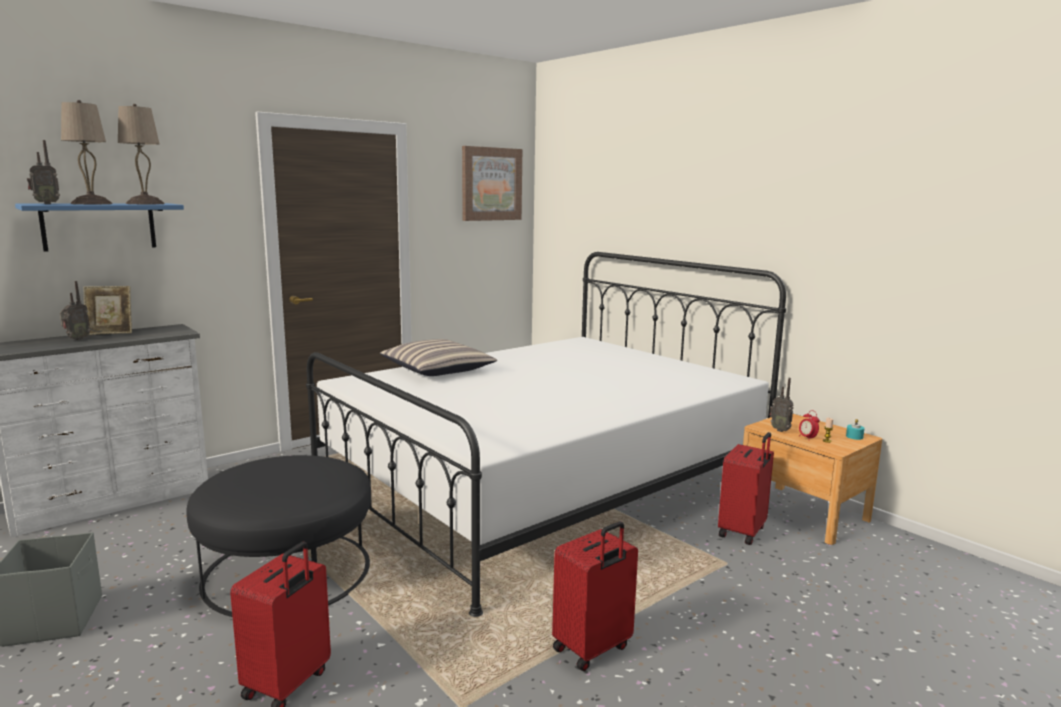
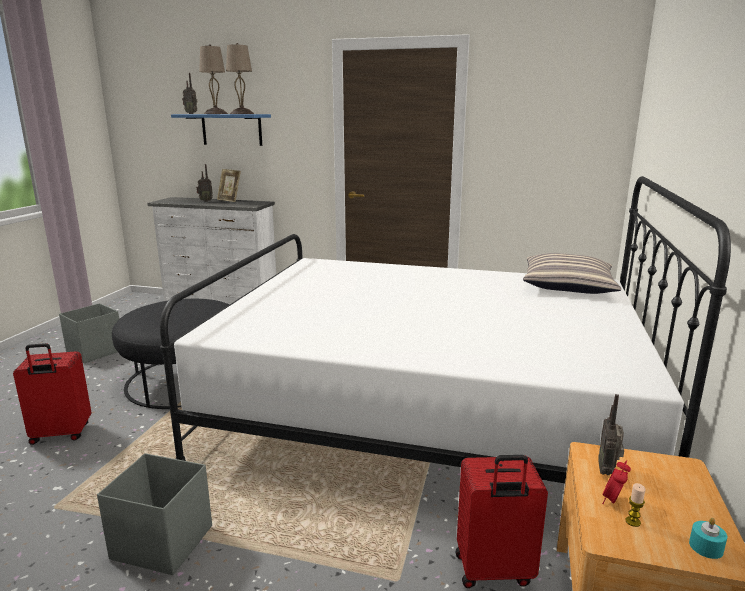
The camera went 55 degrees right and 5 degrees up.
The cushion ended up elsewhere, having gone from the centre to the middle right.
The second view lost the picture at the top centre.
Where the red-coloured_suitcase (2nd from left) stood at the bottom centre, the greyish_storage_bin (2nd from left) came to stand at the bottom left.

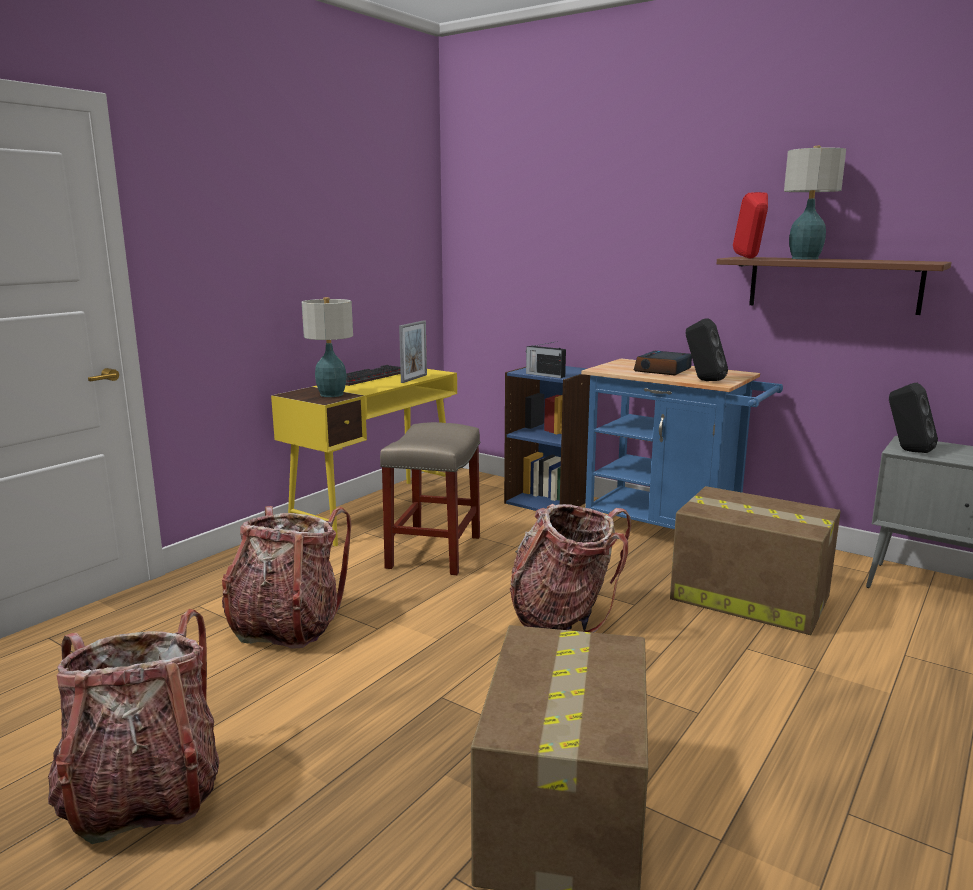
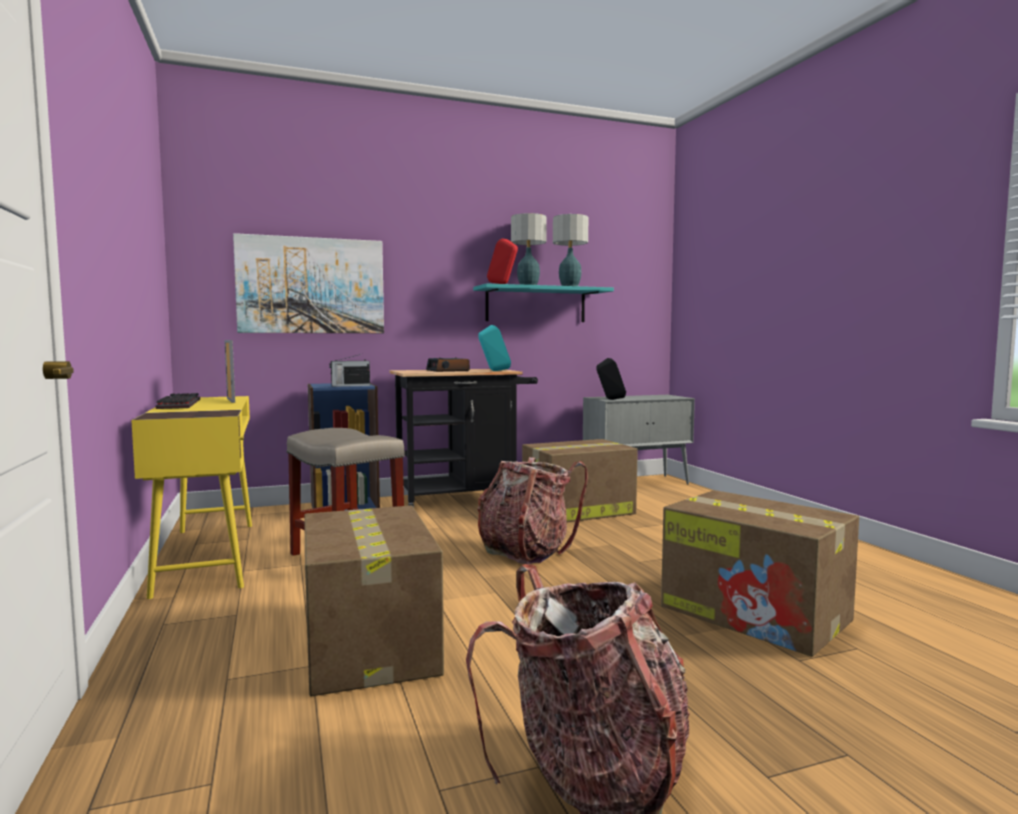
The camera went 55 degrees left and 10 degrees down.
Where the knapsack (2nd from left) stood at the middle left, the carton (1st from left) came to stand at the bottom centre.
The table_lamp (1st from left in the first image) ended up elsewhere, having gone from the centre to the top centre.
What was the blue-coloured_wheeled_cart at the middle right turned into the blackish_wheeled_cart at the centre.
What was the blackish_loudspeaker (1st from left) at the middle right turned into the blue-green_loudspeaker at the centre.
What was the brownish_shelf at the top right turned into the blue-green_shelf at the centre.
The second view gained the picture at the middle left.

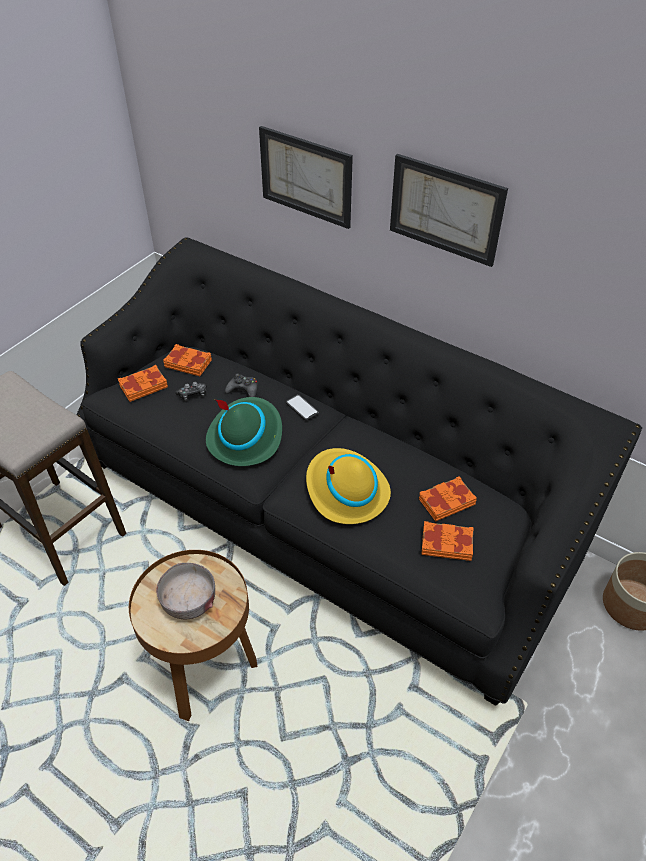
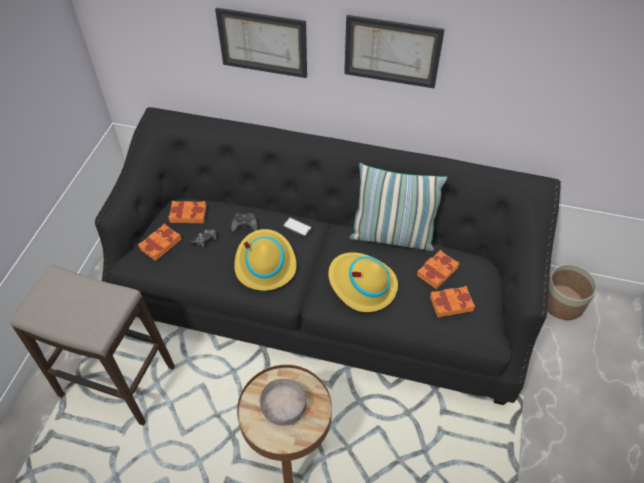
The camera went 20 degrees left and 5 degrees up.
What was the green_wearable_hat at the centre turned into the yellow-coloured_wearable_hat (1st from left) at the centre.
The second view gained the cushion at the centre.

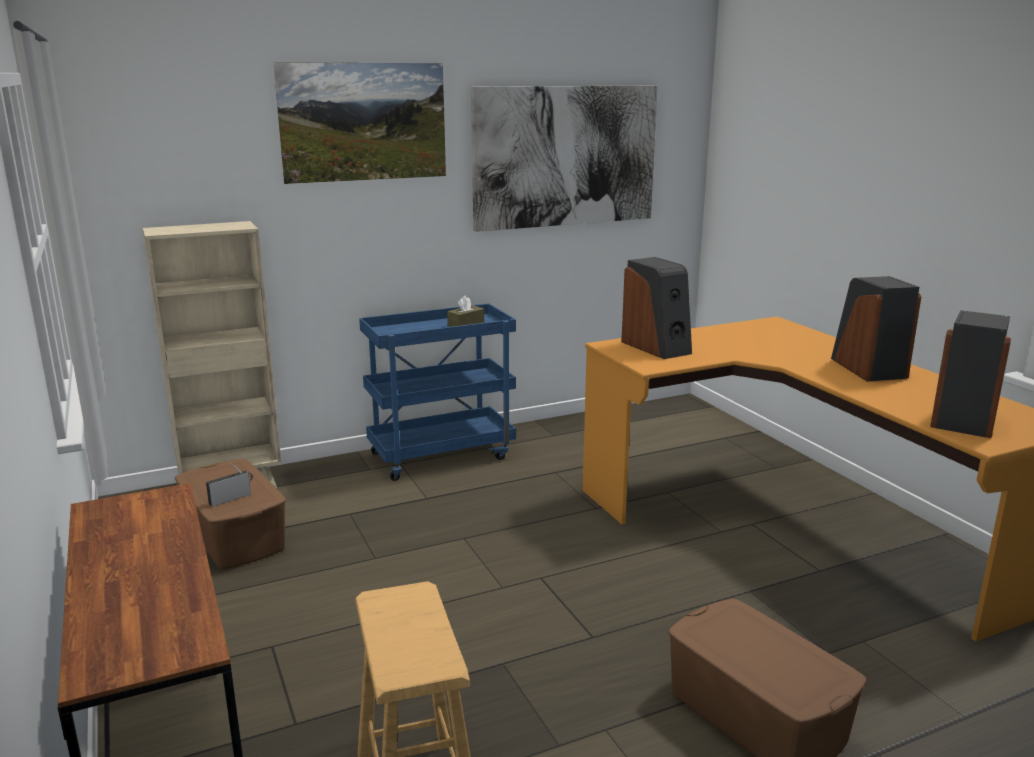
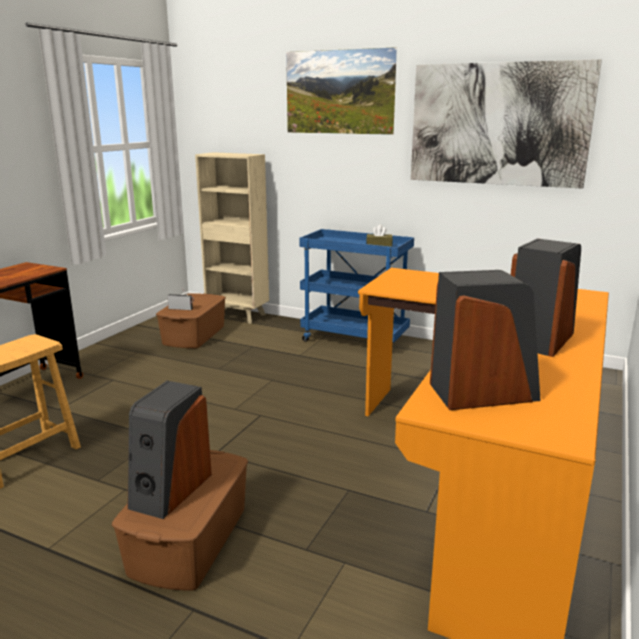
The camera went 50 degrees right and 0 degrees up.
The loudspeaker (1st from left) ended up elsewhere, having gone from the centre to the bottom left.

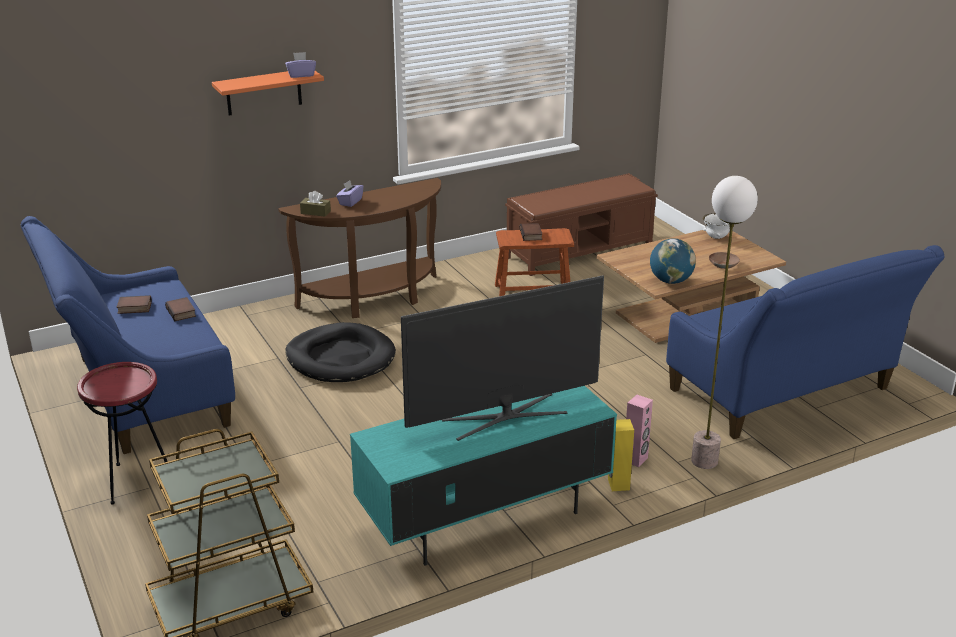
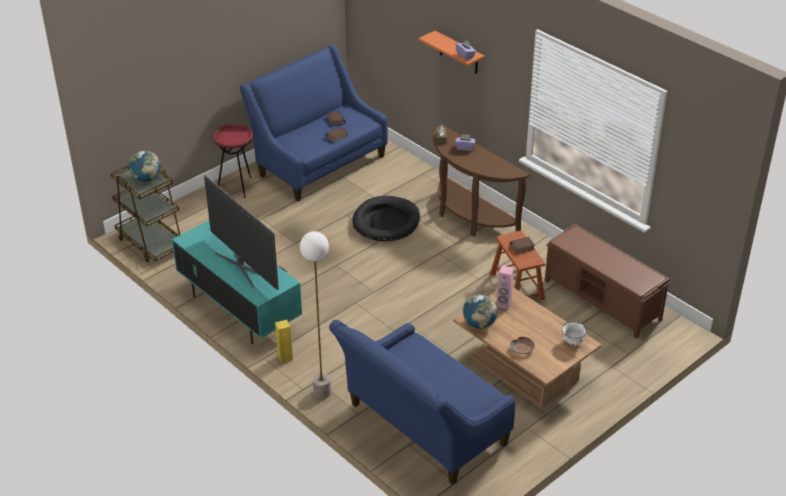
The camera went 75 degrees right and 10 degrees up.
The pink_loudspeaker ended up elsewhere, having gone from the bottom right to the centre.
The second view gained the world_globe (1st from left) at the middle left.

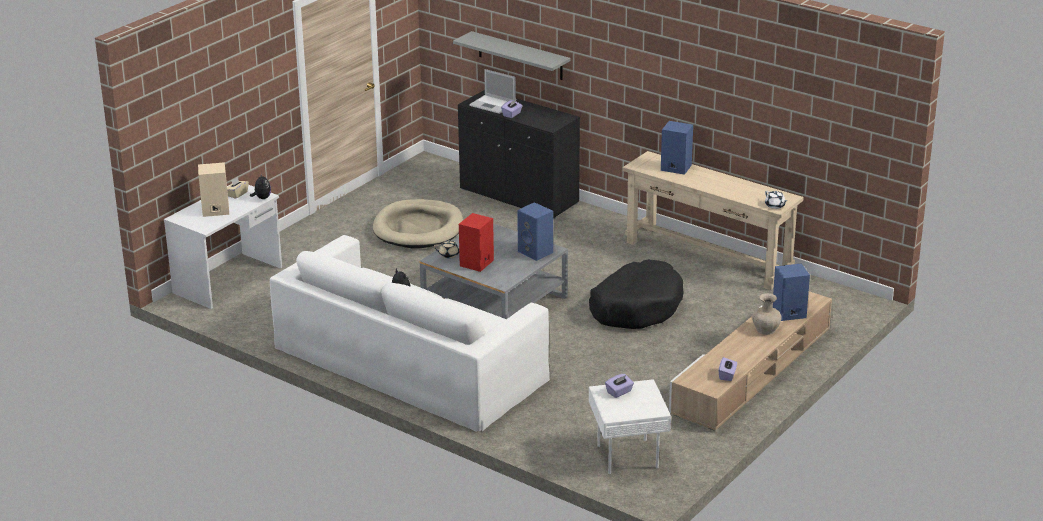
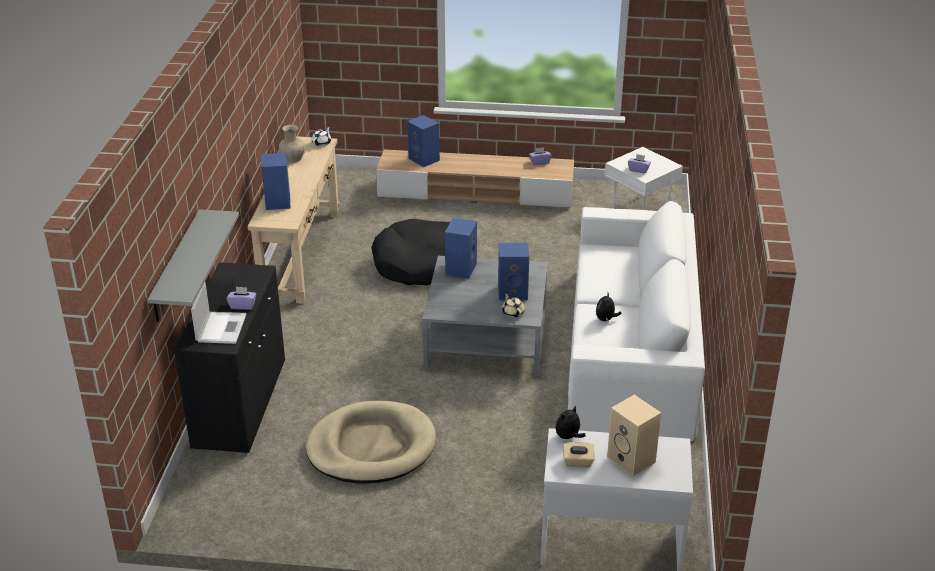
The camera went 120 degrees left and 5 degrees up.
What was the red-coloured_loudspeaker at the centre turned into the blue-coloured_loudspeaker (4th from left) at the centre.
The beige_flower_vase ended up elsewhere, having gone from the middle right to the top left.

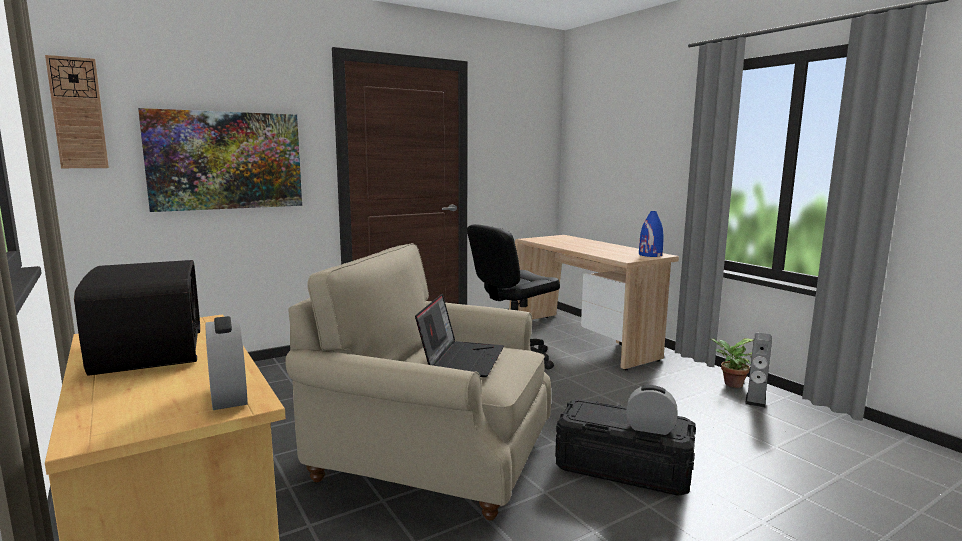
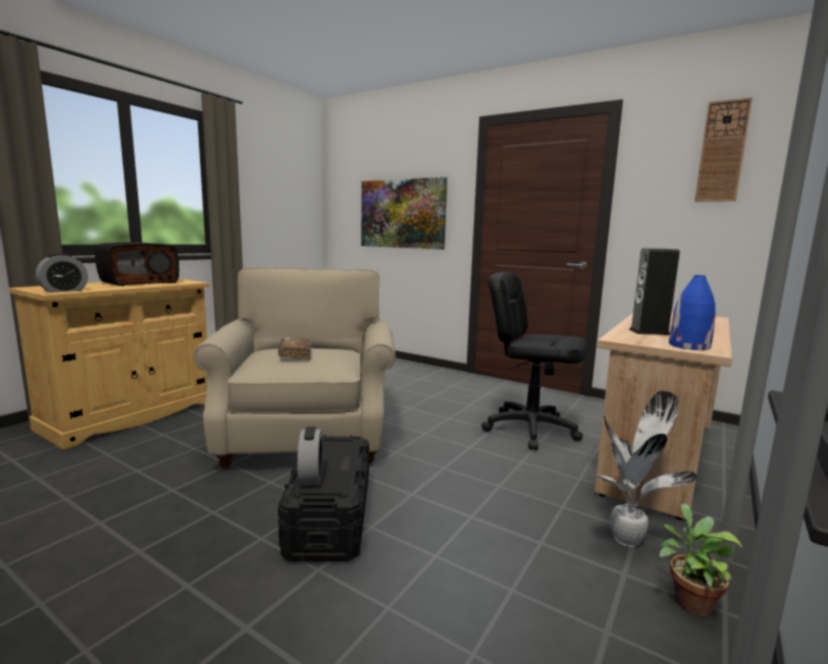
The camera went 65 degrees right and 0 degrees up.
The clock_on_the_wall ended up elsewhere, having gone from the top left to the top right.
Where the notebook_computer stood at the centre, the brownish_book came to stand at the centre.
The loudspeaker ended up elsewhere, having gone from the bottom right to the middle right.
The second view gained the houseplant (1st from left) at the bottom right.

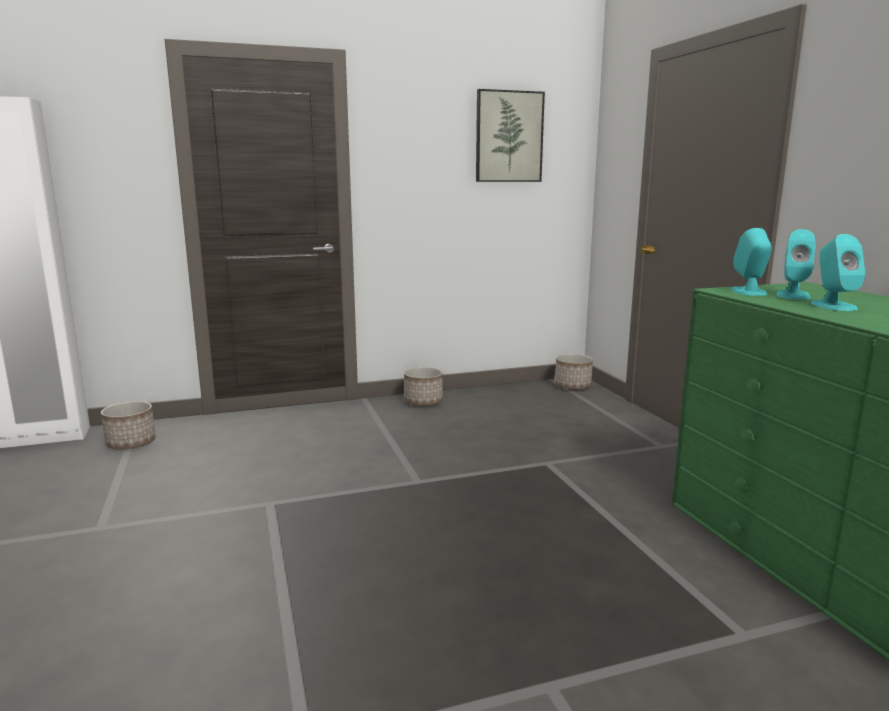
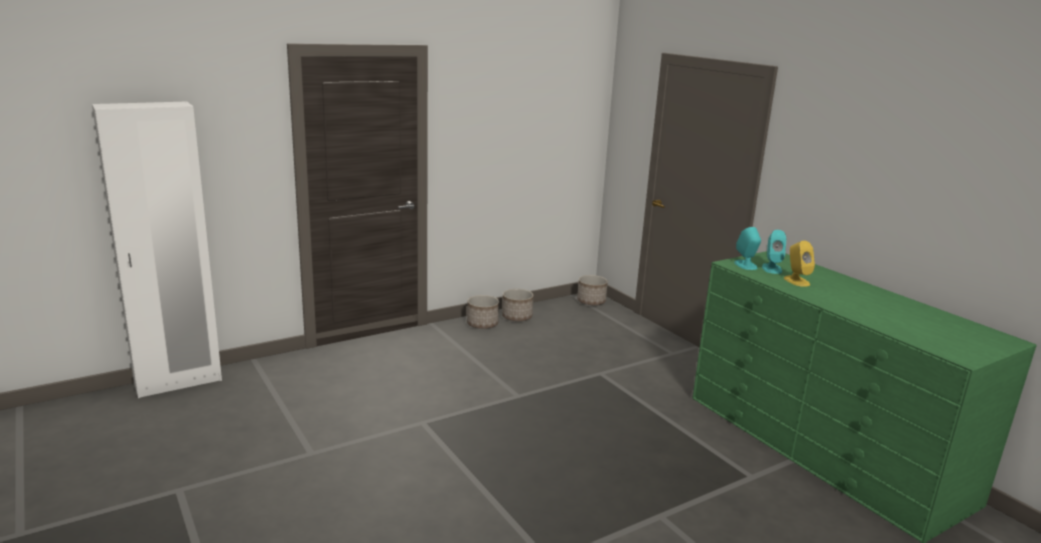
The camera went 15 degrees left and 5 degrees up.
The planter (1st from left in the first image) ended up elsewhere, having gone from the middle left to the centre.
The second view lost the picture at the top centre.
What was the blue-green_loudspeaker (3rd from left) at the middle right turned into the yellow-coloured_loudspeaker at the middle right.

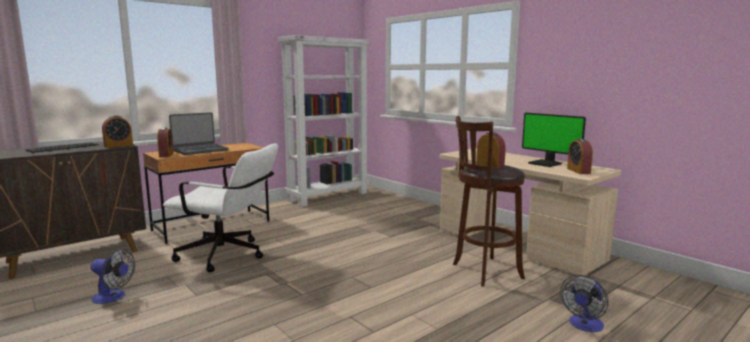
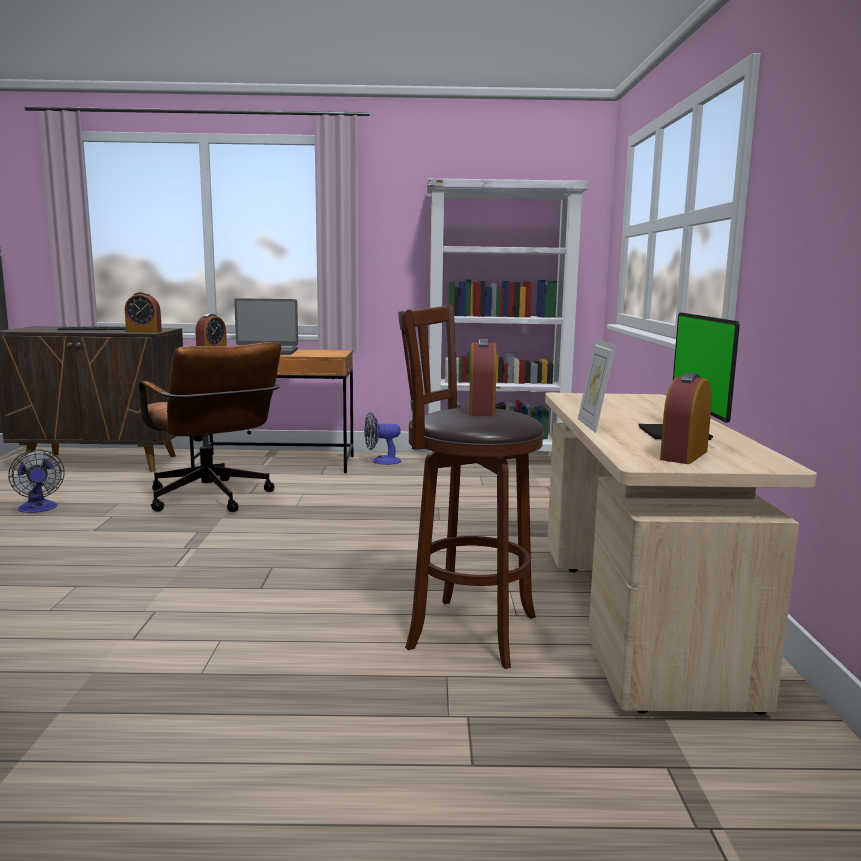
The camera went 40 degrees right and 0 degrees up.
What was the white-coloured_computer_chair at the middle left turned into the brownish_computer_chair at the middle left.
The fan (2nd from left) ended up elsewhere, having gone from the bottom right to the centre.
The second view gained the photo_frame at the middle right.

